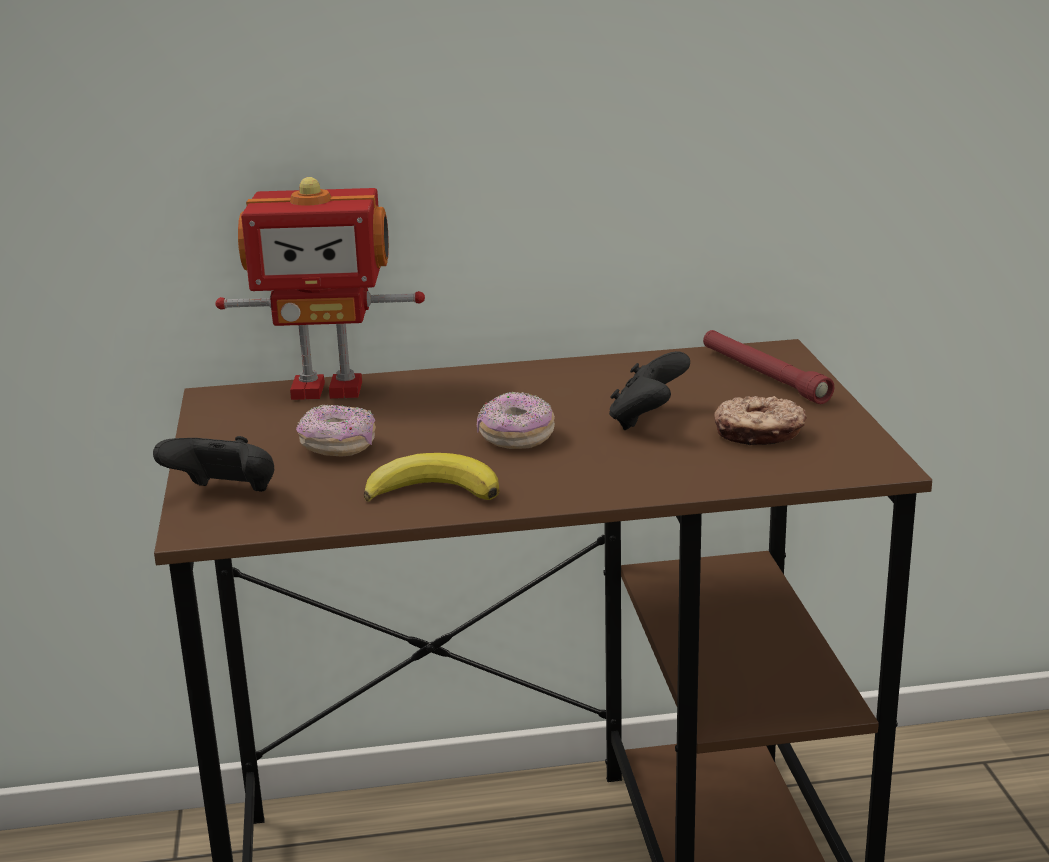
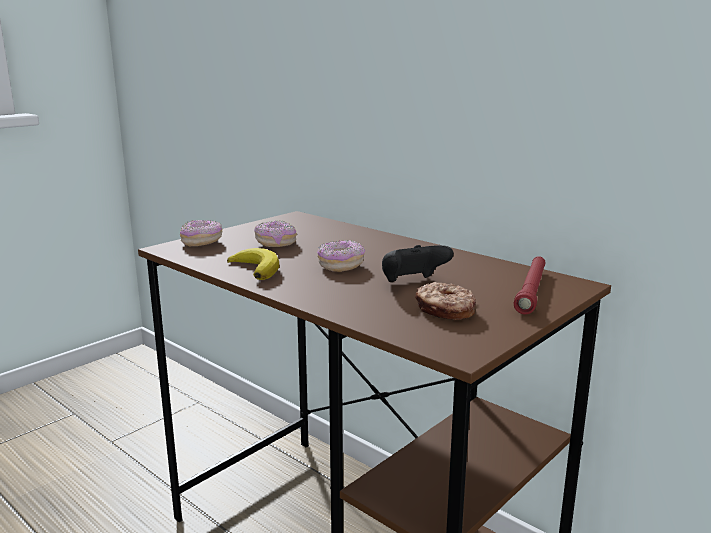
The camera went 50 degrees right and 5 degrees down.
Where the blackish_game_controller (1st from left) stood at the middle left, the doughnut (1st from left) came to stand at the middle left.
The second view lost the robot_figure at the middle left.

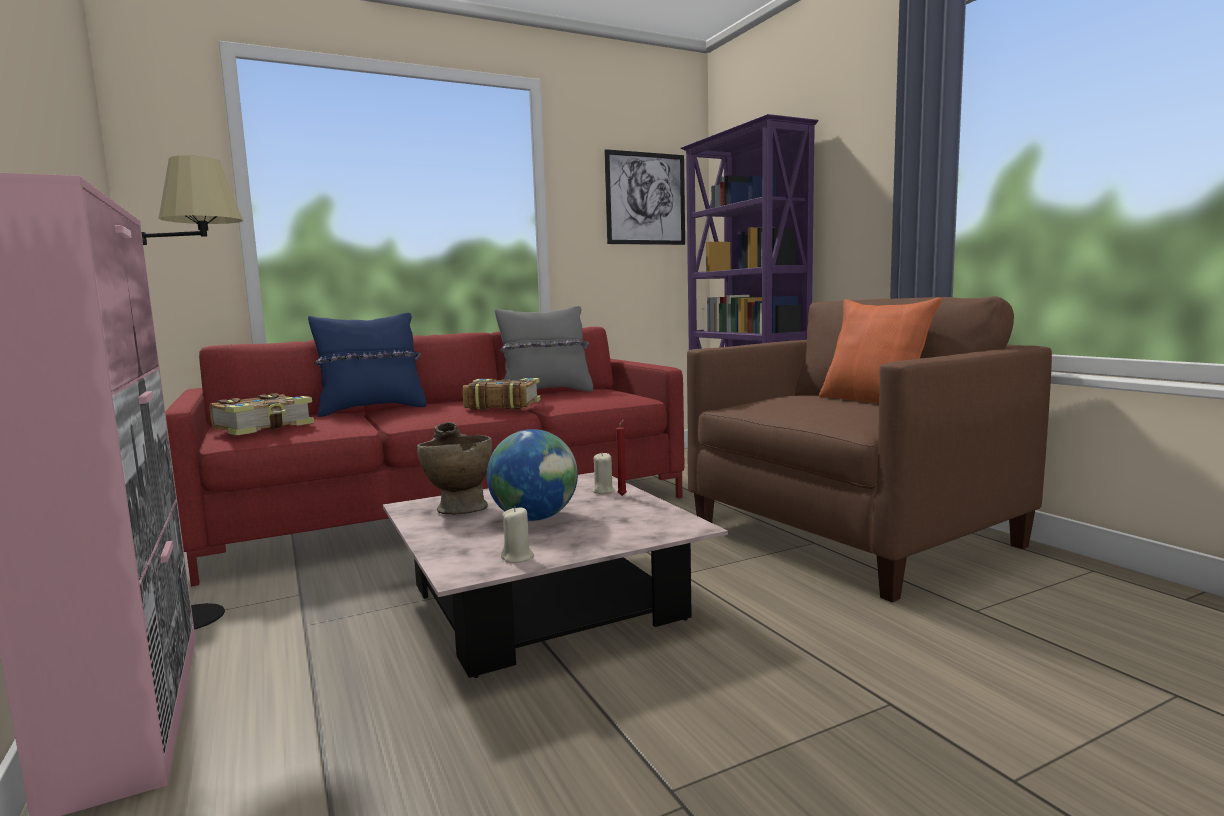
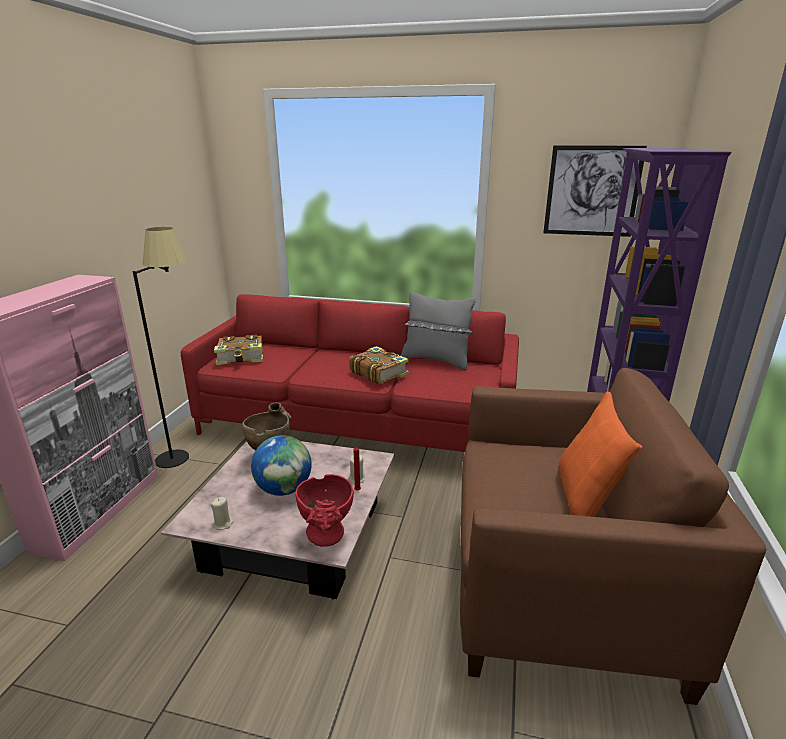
The camera went 40 degrees right and 15 degrees up.
The second view lost the blue-coloured_cushion at the middle left.
The second view gained the red-coloured_flower_vase at the bottom centre.

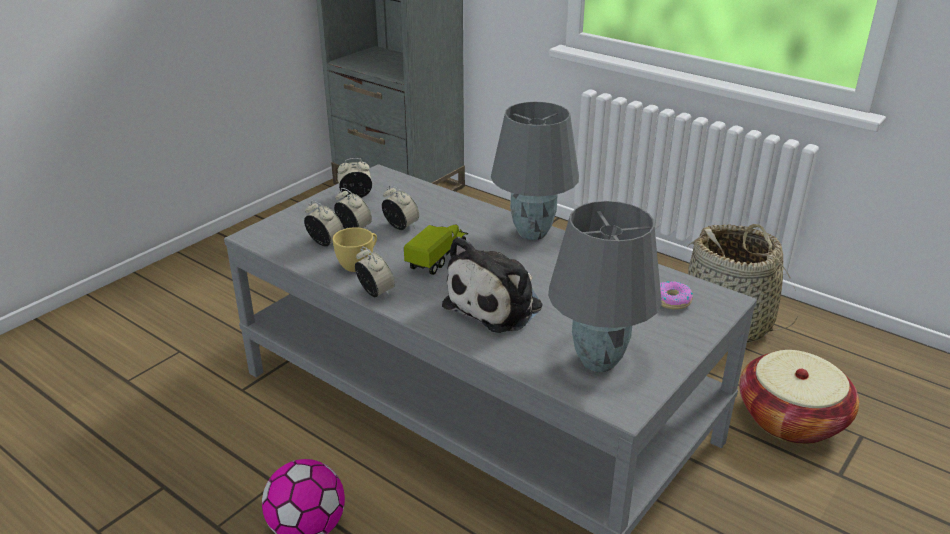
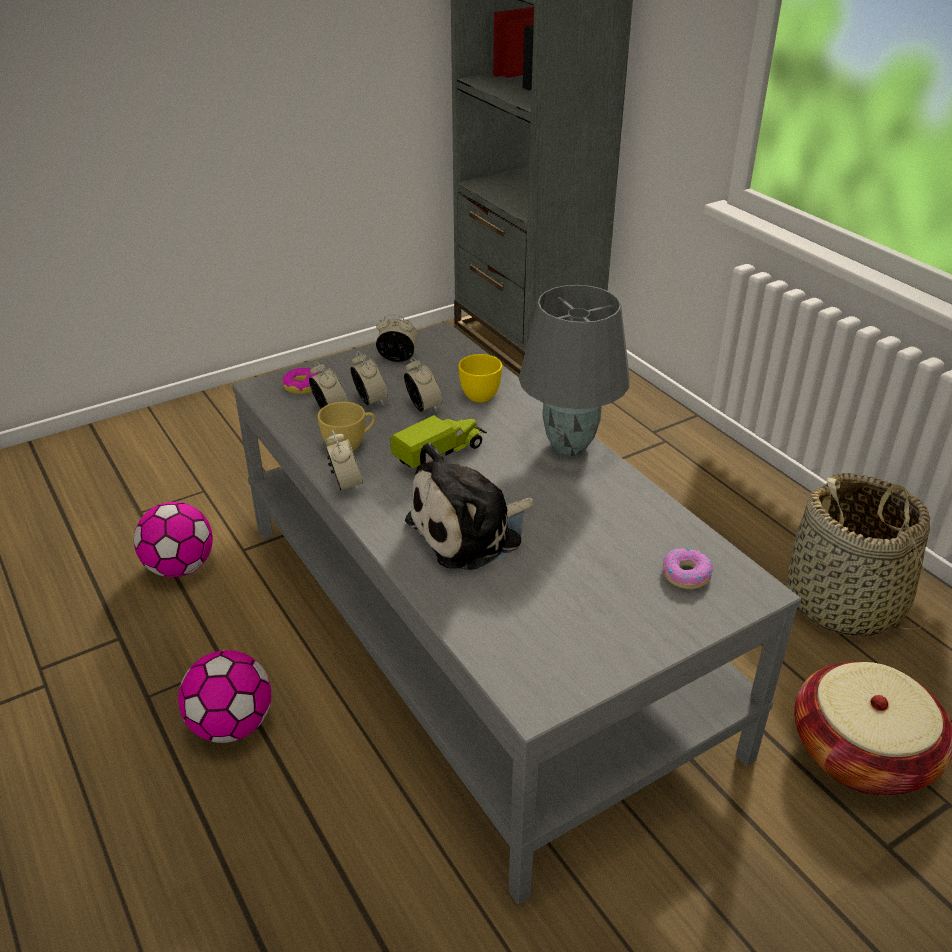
The camera went 20 degrees right and 5 degrees up.
The second view lost the greyish_table_lamp (2nd from left) at the centre.
The second view gained the football_ball (1st from left) at the middle left.
The second view gained the doughnut (1st from left) at the middle left.
The second view gained the yellow-coloured_cup (2nd from left) at the centre.

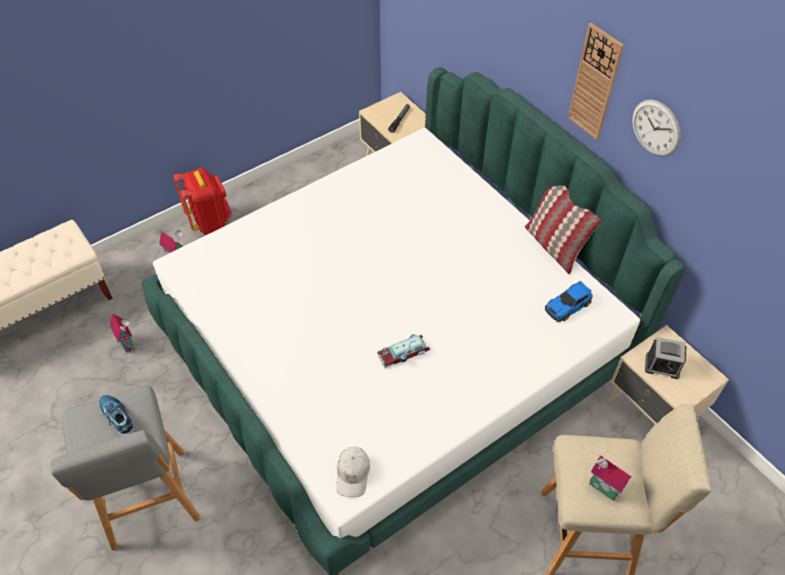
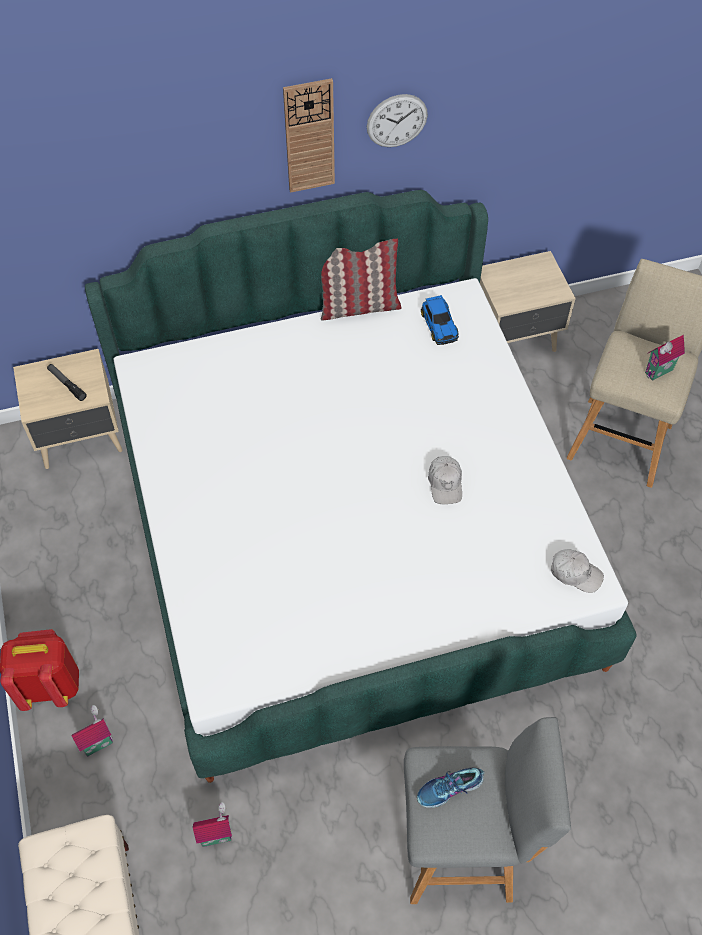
The camera went 70 degrees left and 5 degrees up.
Where the model_car (1st from left) stood at the centre, the white-coloured_baseball_cap (1st from left) came to stand at the centre.
The second view lost the table_clock at the middle right.

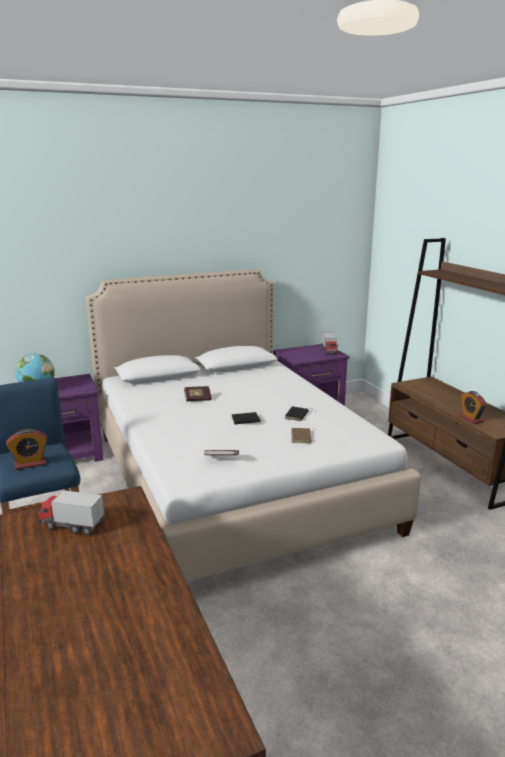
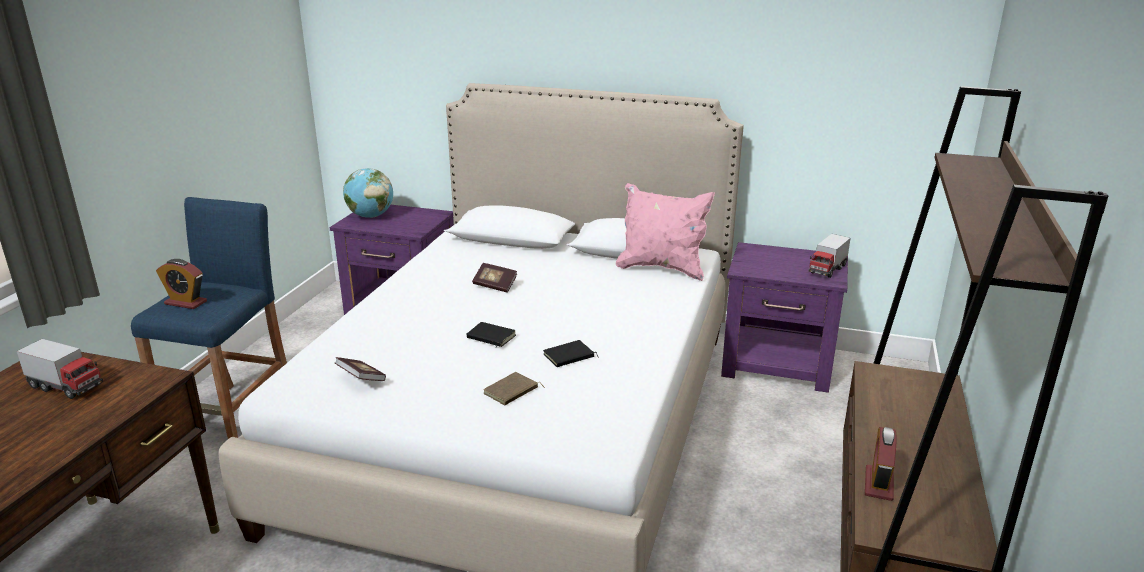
The camera went 40 degrees right and 5 degrees up.
The toy_lorry (1st from left) at the bottom left ended up facing another way, 150 degrees clockwise from before.
The second view gained the pink_cushion at the centre.

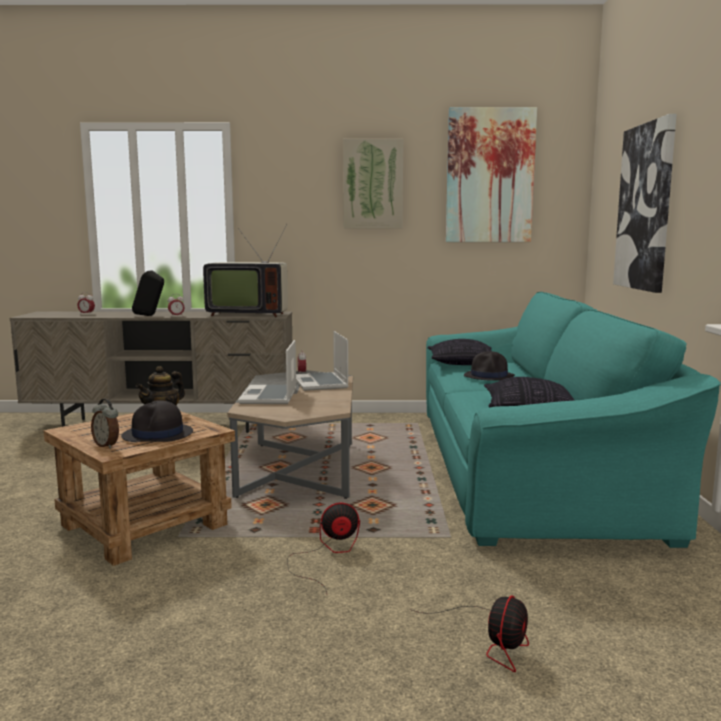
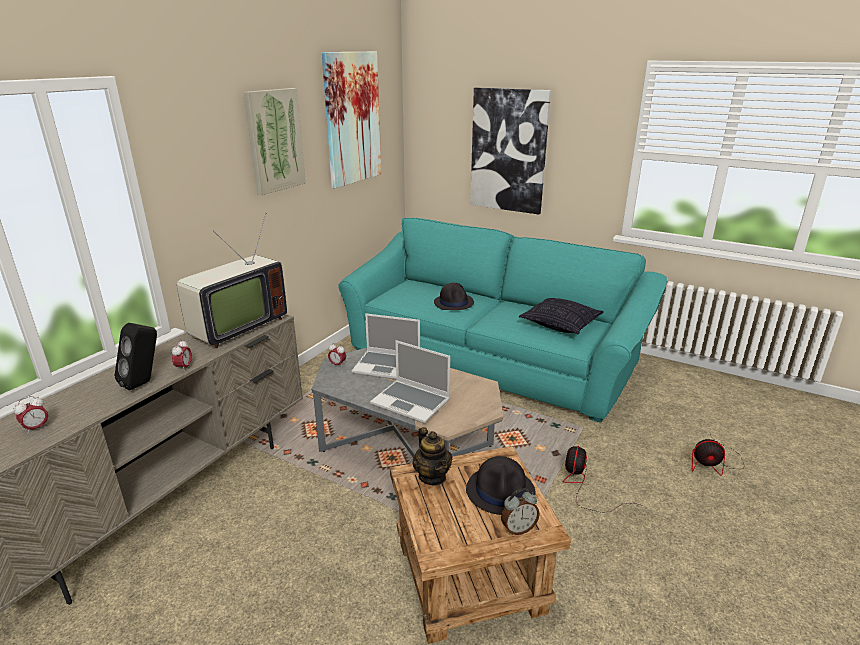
The camera went 60 degrees left and 15 degrees up.
The fan (2nd from left) at the bottom centre ended up facing another way, 135 degrees clockwise from before.
The second view lost the cushion (1st from left) at the centre.

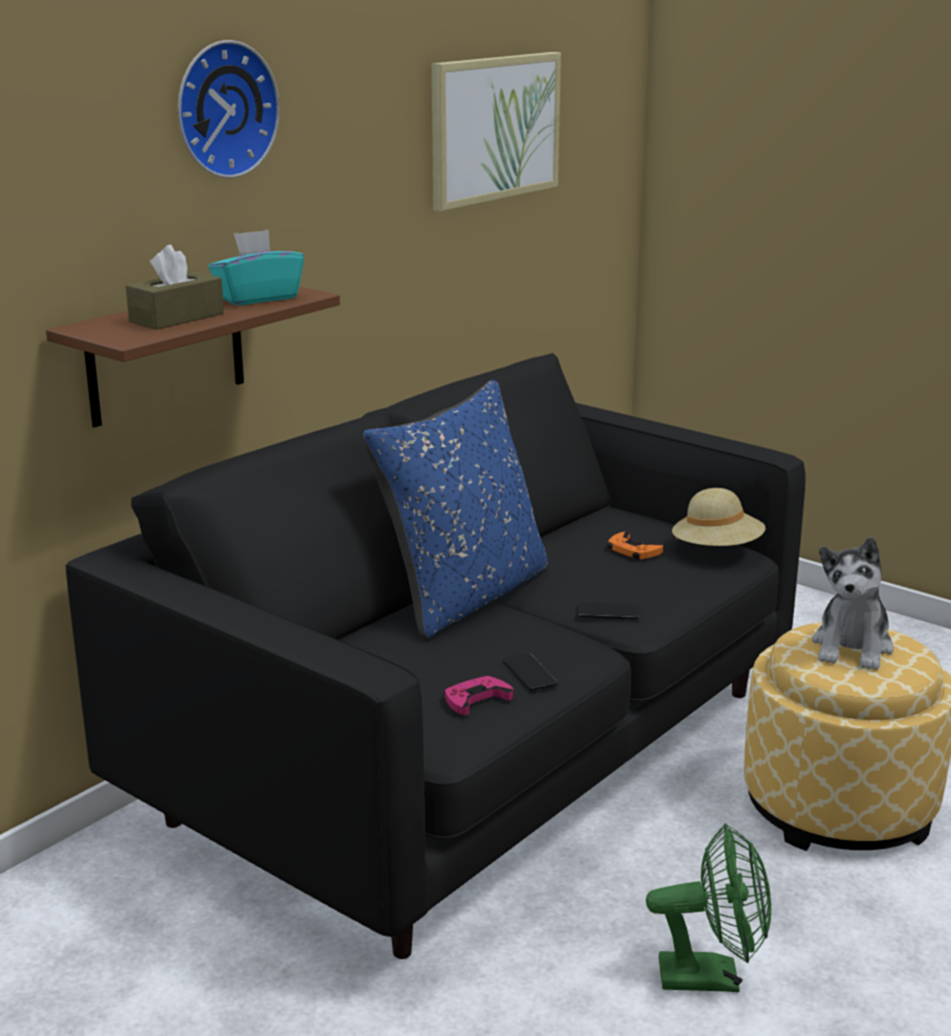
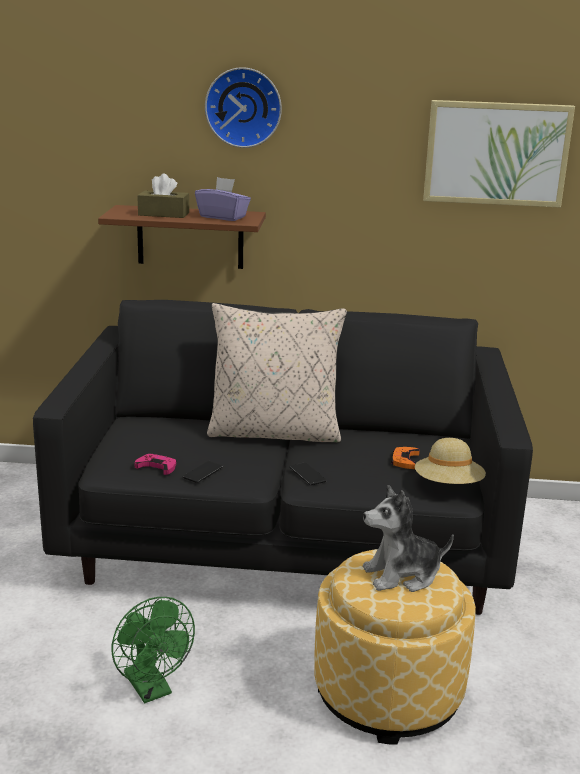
The camera went 55 degrees right and 0 degrees up.
What was the blue-green_tissue_box at the top left turned into the purplish_tissue_box at the top centre.
What was the blue-coloured_cushion at the centre turned into the beige_cushion at the centre.

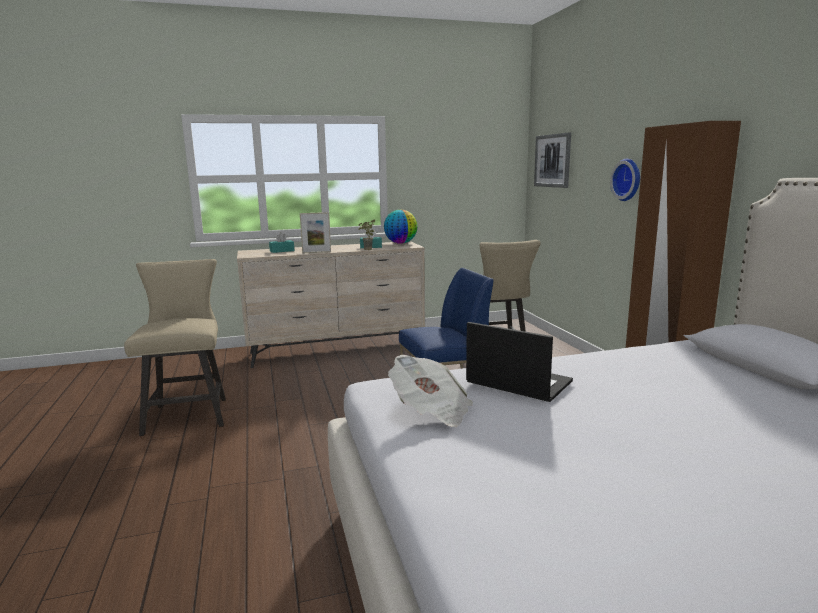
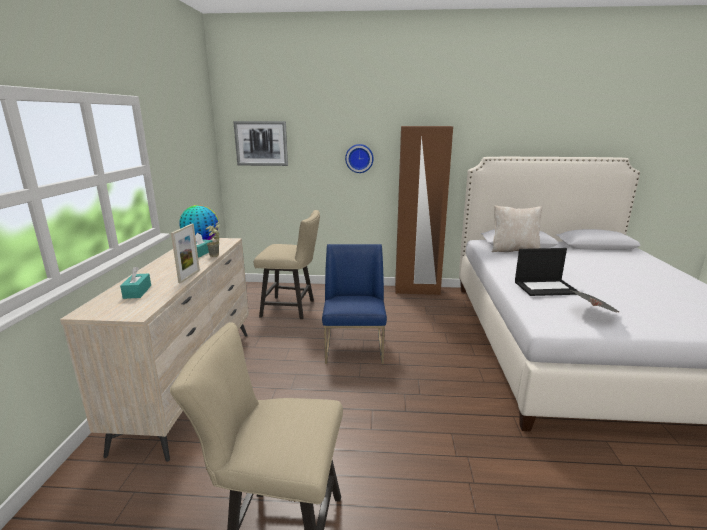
The camera went 70 degrees left and 5 degrees up.
The notebook_computer at the centre ended up facing another way, 150 degrees counterclockwise from before.
The second view gained the beige_cushion at the middle right.

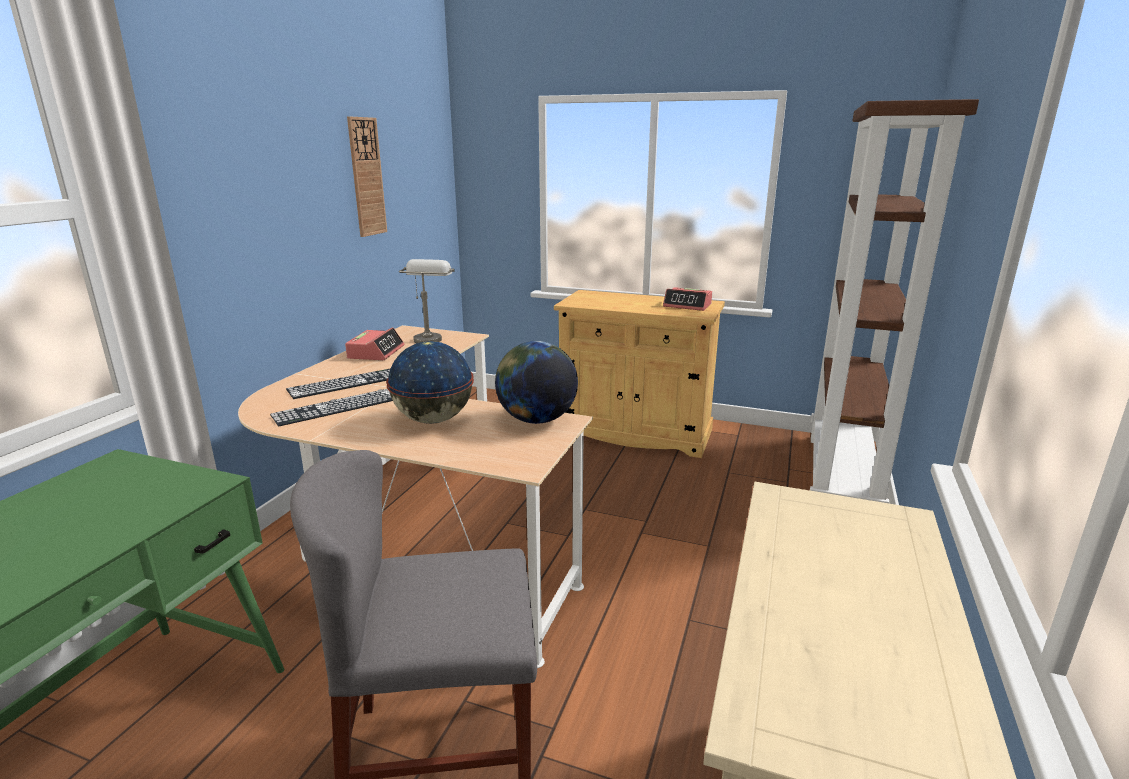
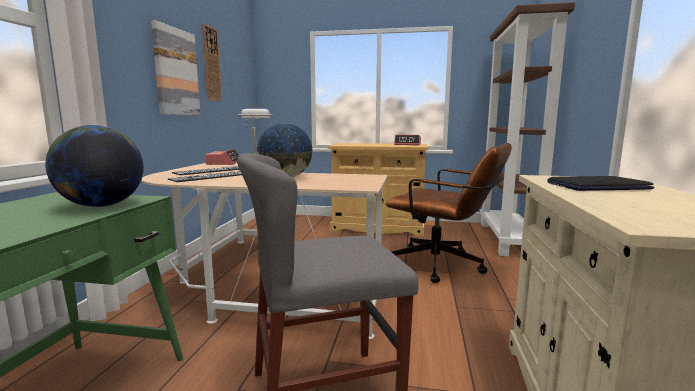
The camera went 10 degrees left and 10 degrees down.
The world_globe (2nd from left in the first image) ended up elsewhere, having gone from the centre to the middle left.
The second view gained the picture at the top left.
The second view gained the brownish_computer_chair at the centre.
The second view gained the notebook_computer at the middle right.

